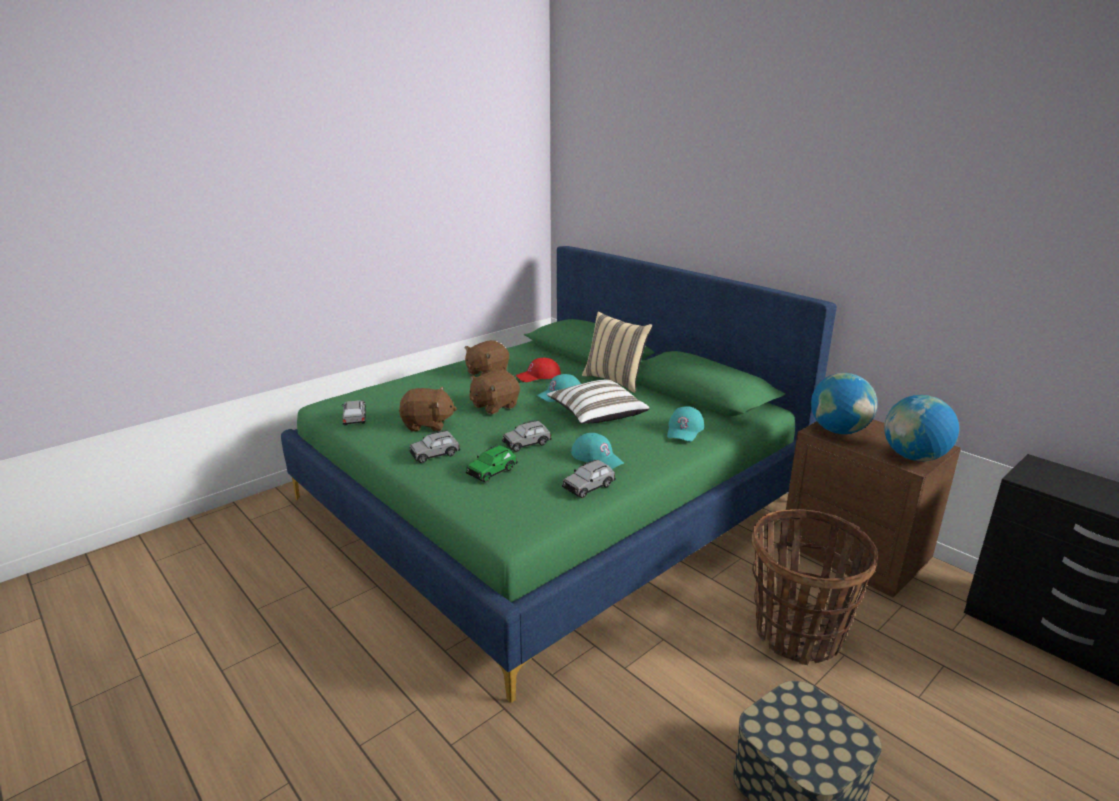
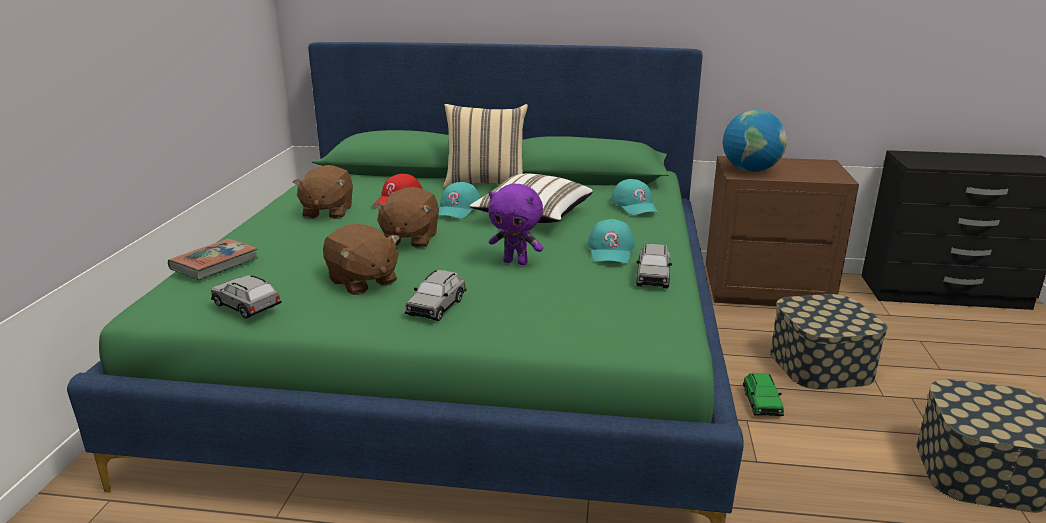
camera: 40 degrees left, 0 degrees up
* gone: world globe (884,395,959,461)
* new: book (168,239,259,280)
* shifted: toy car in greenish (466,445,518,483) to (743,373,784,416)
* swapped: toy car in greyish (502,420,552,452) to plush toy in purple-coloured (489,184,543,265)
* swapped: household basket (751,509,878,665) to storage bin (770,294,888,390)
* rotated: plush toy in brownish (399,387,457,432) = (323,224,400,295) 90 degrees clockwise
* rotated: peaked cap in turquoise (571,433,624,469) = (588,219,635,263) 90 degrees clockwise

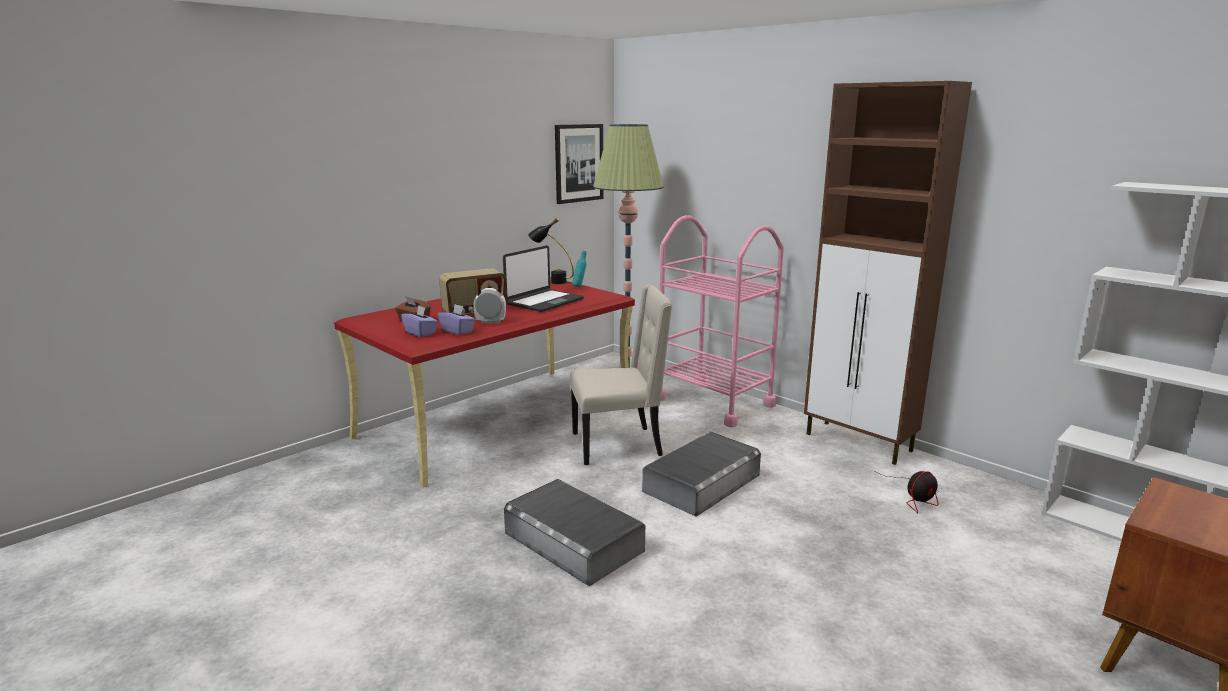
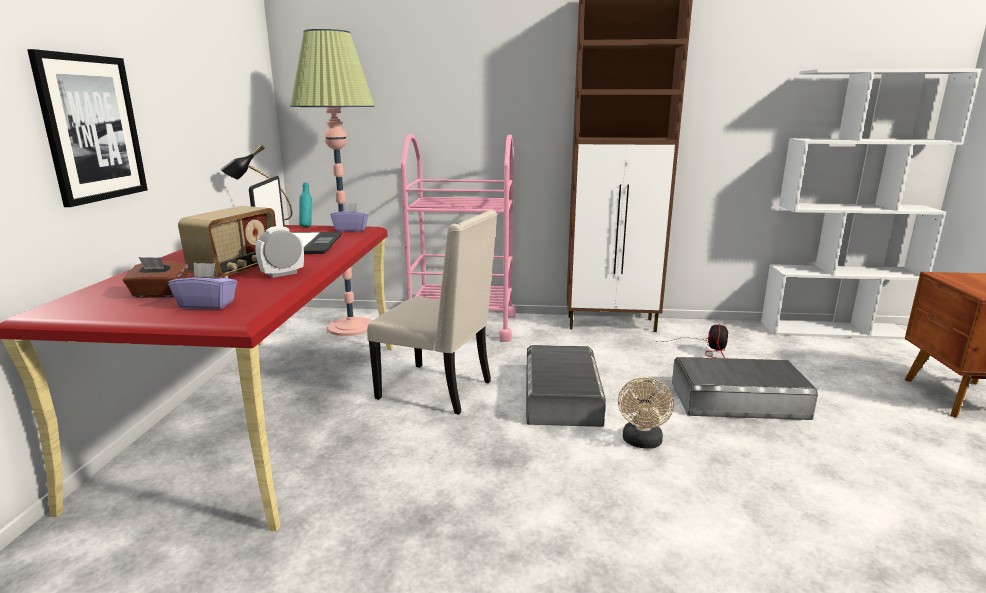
camera: 40 degrees left, 0 degrees up
* new: fan in beige-coloured (618,377,674,449)
* shifted: tissue box in purple-coloured (438,304,476,335) to (330,203,369,232)
* shifted: storage bin in greyish (504,479,645,586) to (672,357,818,420)
* shifted: wall picture (555,124,603,204) to (27,49,148,207)
* rotated: chair in beige-coloured (570,284,672,465) = (367,210,497,415) 75 degrees clockwise

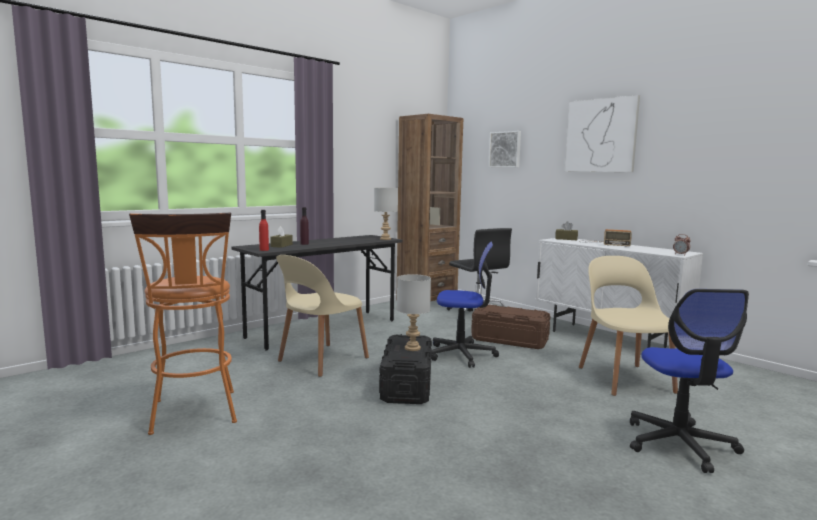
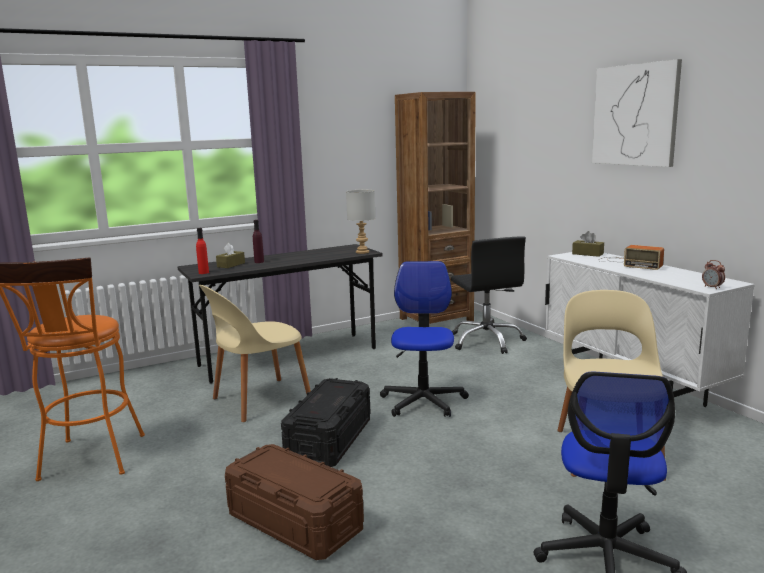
camera: 15 degrees right, 5 degrees up
* gone: table lamp in greyish (397,274,431,351)
* gone: wall picture (488,131,521,168)
* shifted: storage bin in brownish (471,305,550,349) to (225,444,364,560)
* rotated: desk chair (431,242,499,368) = (380,261,469,417) 105 degrees counterclockwise

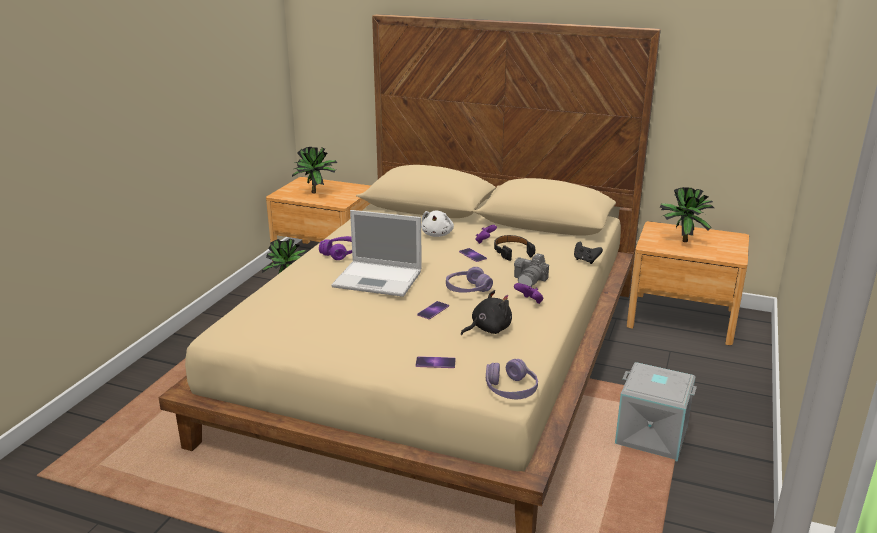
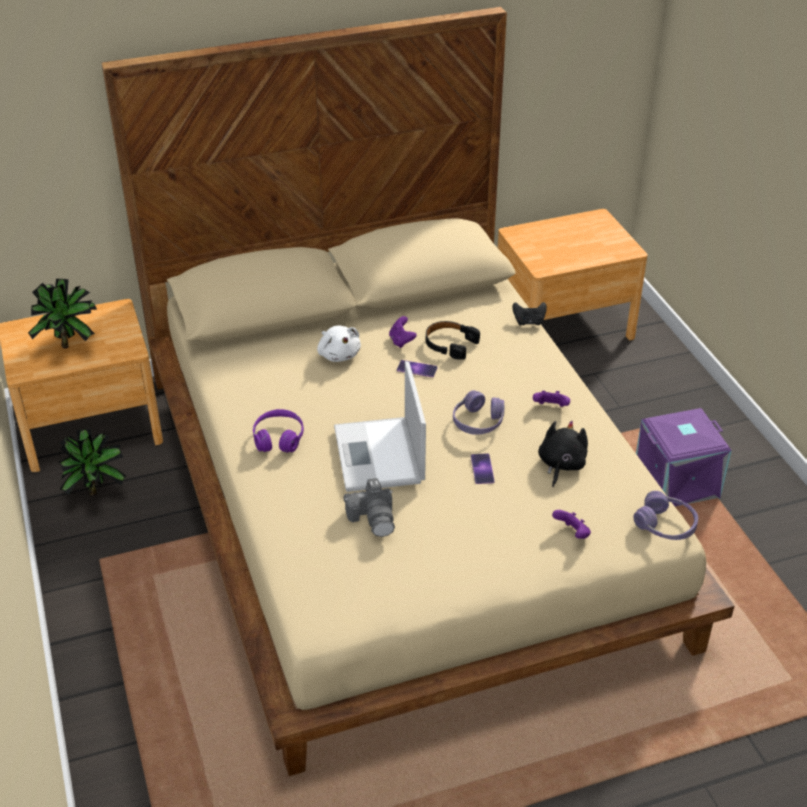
camera: 40 degrees left, 15 degrees up
* gone: plant in a pot (660,187,714,242)
* shifted: still camera (514,253,549,287) to (343,478,395,537)
* swapped: handset (415,356,456,368) to gamepad in purple-coloured (552,510,591,539)
* repainted: storage bin in greyish (615,362,697,462) to storage bin in purple-coloured (636,408,732,506)
* rotated: portable computer (331,210,422,297) = (334,361,426,492) 105 degrees clockwise

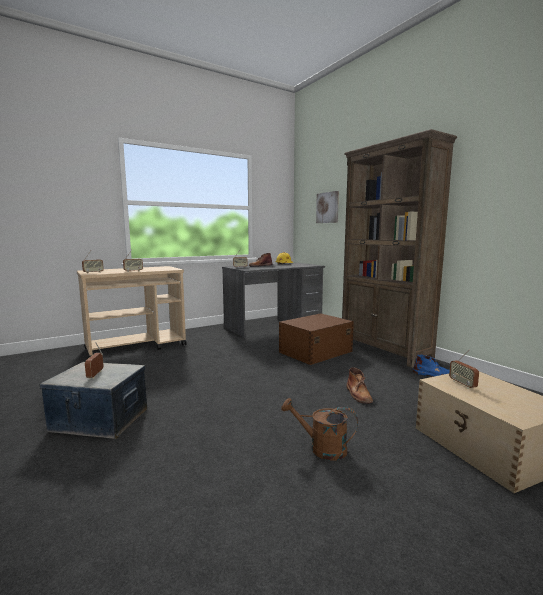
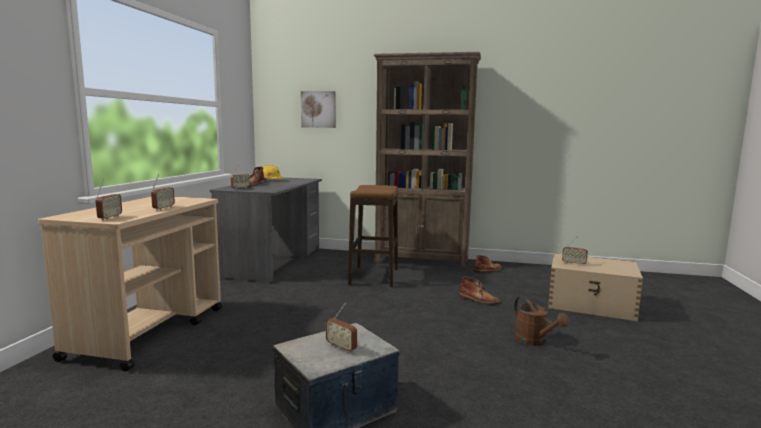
camera: 45 degrees left, 0 degrees up
* swapped: storage bin in brownish (279,313,354,365) to stool (348,185,398,288)
* repainted: boot in blue-coloured (413,355,450,377) to boot in brownish (473,255,502,273)
* rotated: watering can in brownish (281,398,358,461) = (514,296,569,346) 90 degrees counterclockwise

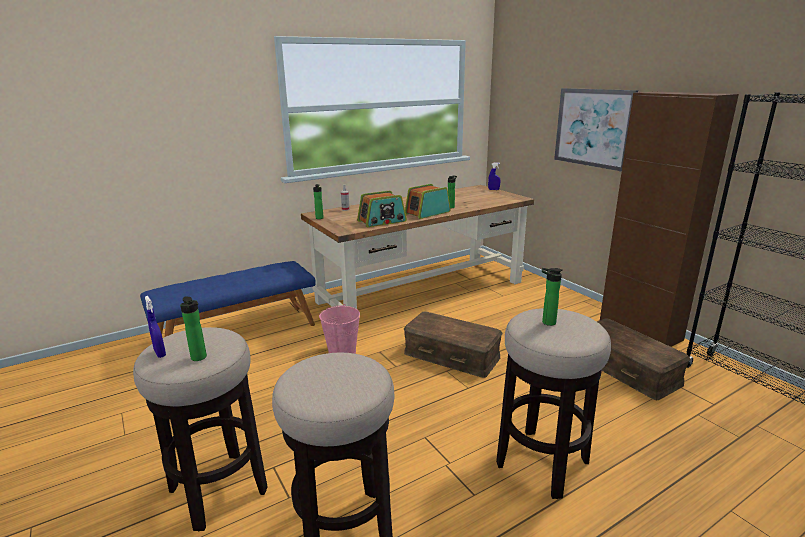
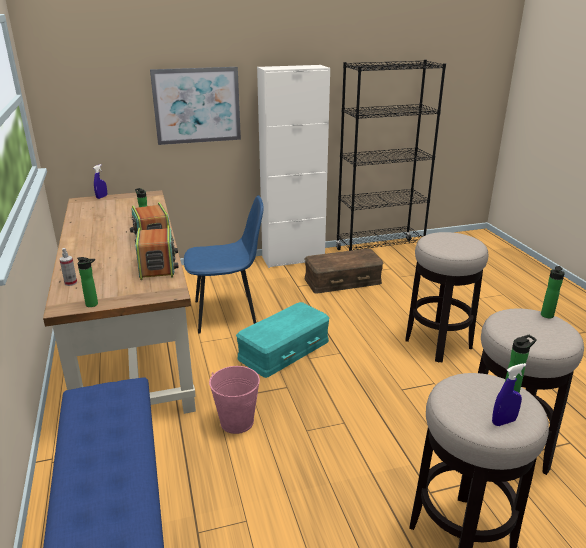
camera: 75 degrees left, 5 degrees up
* new: chair in blue-coloured (184,195,264,333)
* shifted: beverage bottle (542,268,563,326) to (541,266,565,318)
* repainted: storage bin in brownish (404,312,502,378) to storage bin in turquoise (236,302,330,378)
* repainted: storage cabinet in brownish (600,92,739,347) to storage cabinet in whitish (257,65,330,268)

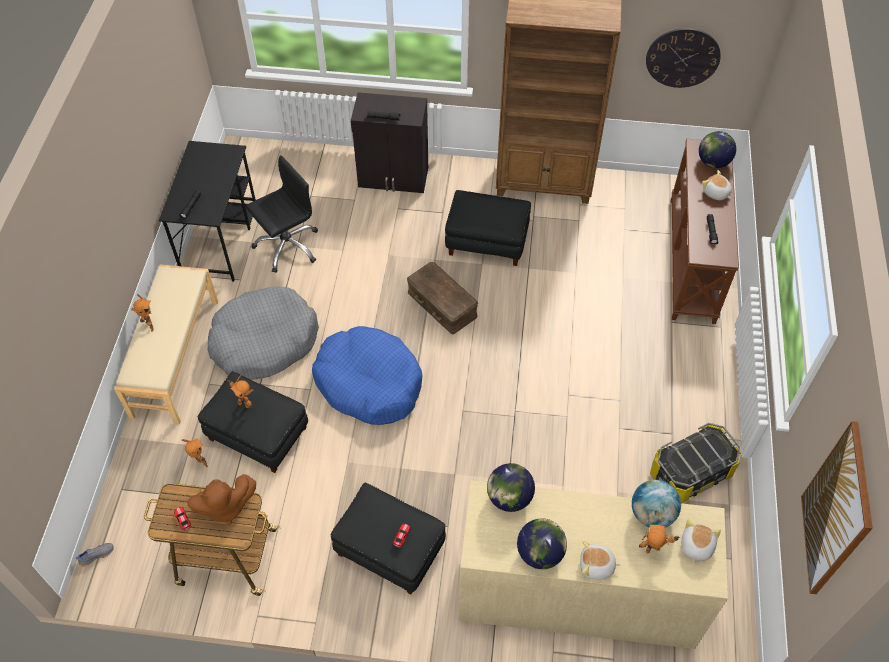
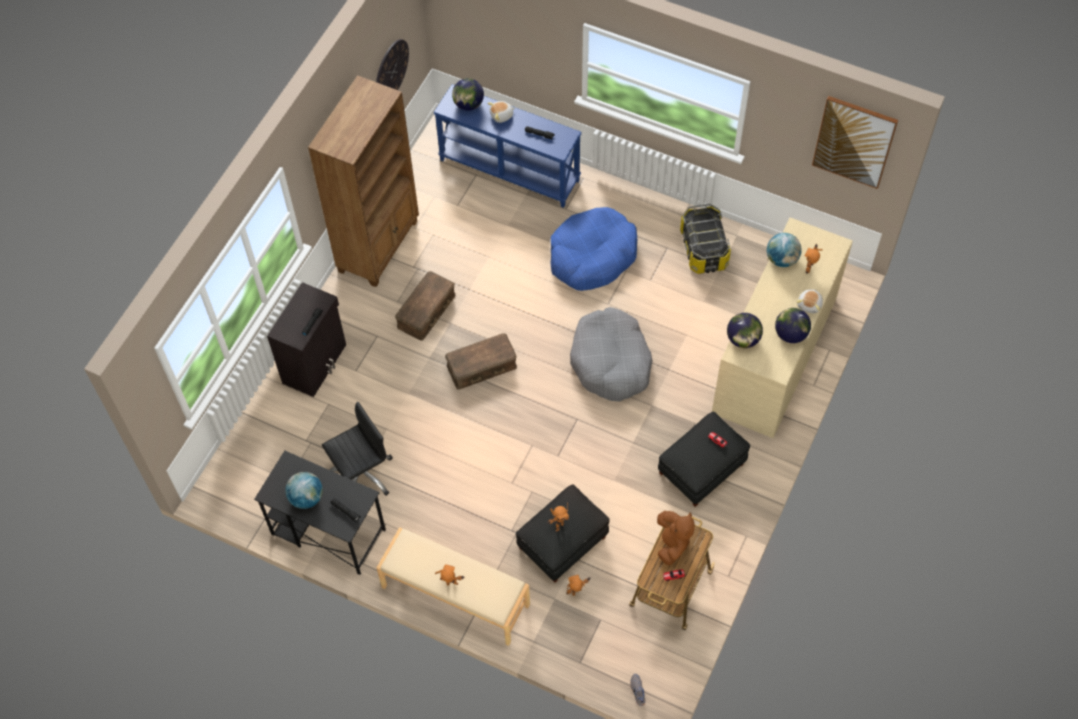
camera: 70 degrees left, 5 degrees up
* gone: plush toy (681,519,721,564)
* new: world globe (285,472,323,509)
* shifted: dog bed in greyish (208,287,319,380) to (570,307,653,402)
* shifted: dog bed in blue-coloured (312,326,422,425) to (550,207,637,291)
* swapped: pouffe in black-coloured (445,190,531,266) to storage bin in brownish (395,271,455,341)
* repainted: hall table in brownish (671,139,739,324) to hall table in blue-coloured (434,84,581,208)
* rotated: desk chair in black-coloured (246,155,318,273) = (322,402,393,496) 75 degrees clockwise

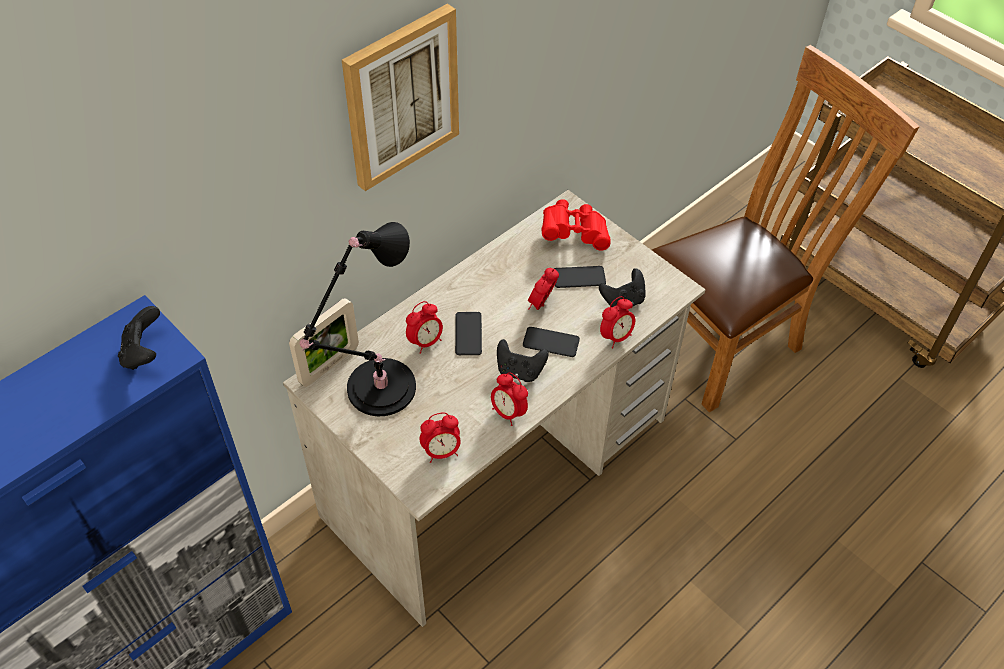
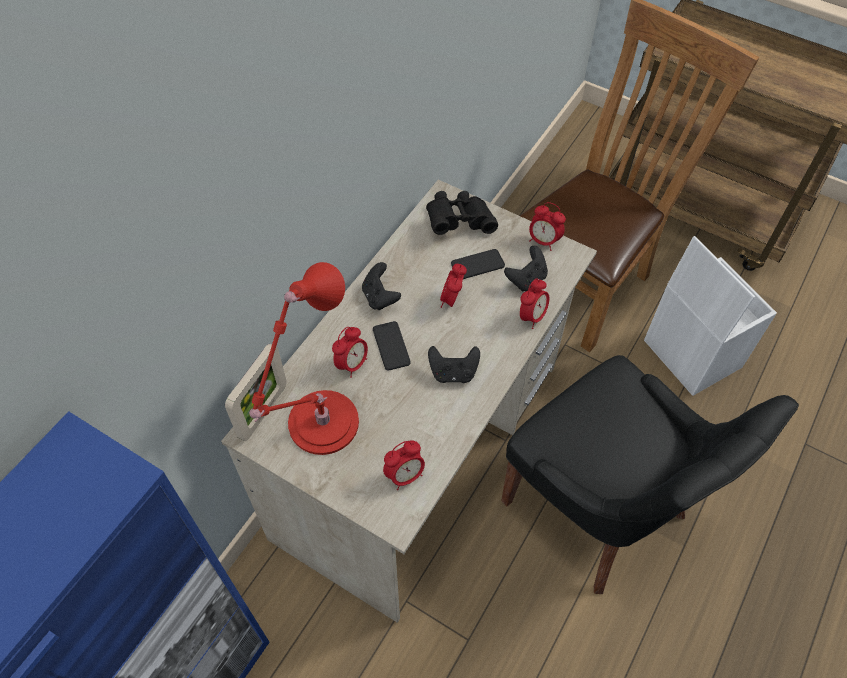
camera: 15 degrees left, 5 degrees up
* gone: wall picture (342,4,459,191)
* gone: handset (523,327,580,357)
* new: chair in black-coloured (501,355,799,594)
* new: storage bin in whitish (644,236,777,396)
* shifted: gamepad in black-coloured (118,306,160,370) to (362,262,401,310)
* shifted: bedside clock (491,372,528,426) to (529,202,566,251)
* repainted: table lamp in black-coloured (299,222,416,416) to table lamp in red-coloured (249,262,359,455)
* repainted: pair of binoculars in red-coloured (541,199,611,251) to pair of binoculars in black-coloured (426,191,498,235)

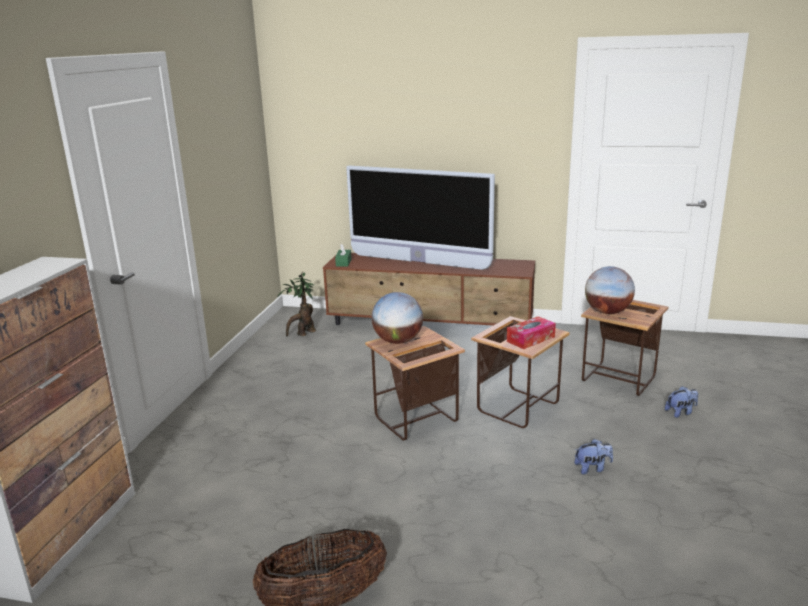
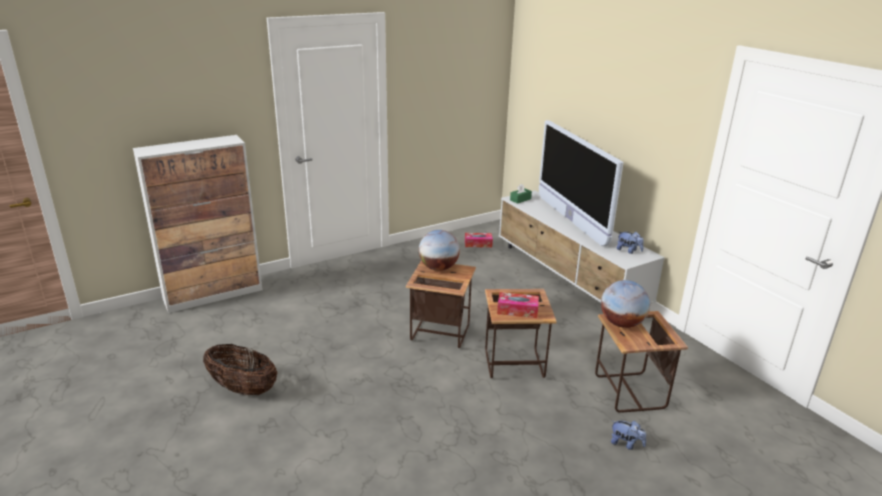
camera: 45 degrees right, 5 degrees up
* shifted: plush toy (575,439,613,475) to (617,232,644,254)
* swapped: plant in a pot (277,272,316,336) to tissue box (465,233,493,248)
* repainted: tv unit in brownish (323,253,535,326) to tv unit in whitish (499,190,665,304)

